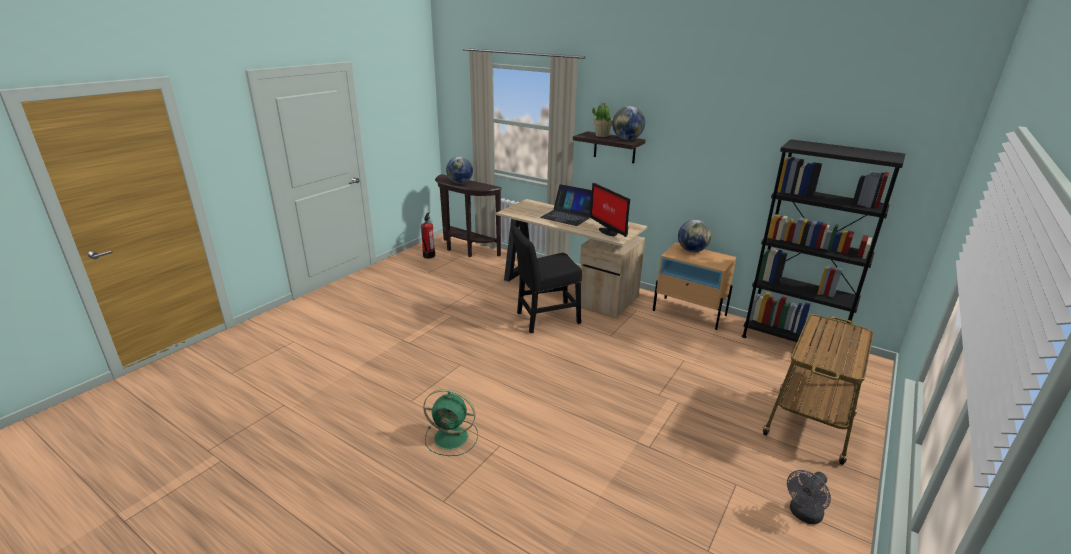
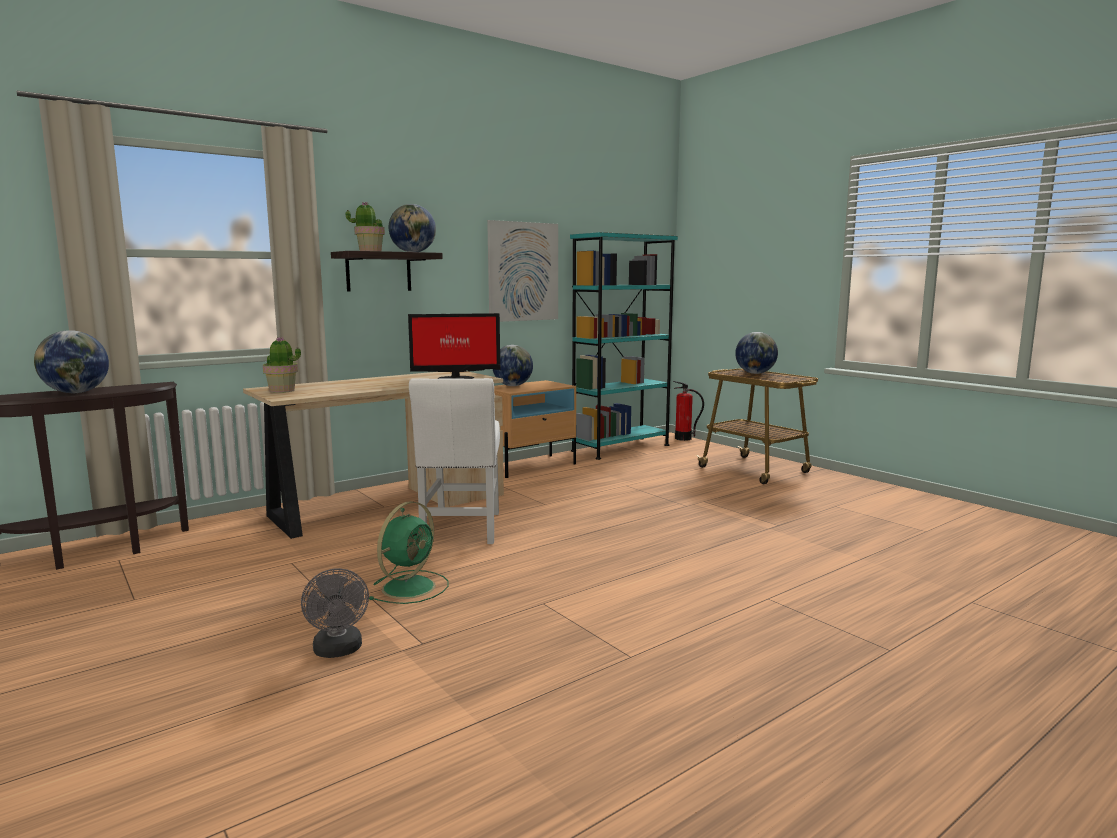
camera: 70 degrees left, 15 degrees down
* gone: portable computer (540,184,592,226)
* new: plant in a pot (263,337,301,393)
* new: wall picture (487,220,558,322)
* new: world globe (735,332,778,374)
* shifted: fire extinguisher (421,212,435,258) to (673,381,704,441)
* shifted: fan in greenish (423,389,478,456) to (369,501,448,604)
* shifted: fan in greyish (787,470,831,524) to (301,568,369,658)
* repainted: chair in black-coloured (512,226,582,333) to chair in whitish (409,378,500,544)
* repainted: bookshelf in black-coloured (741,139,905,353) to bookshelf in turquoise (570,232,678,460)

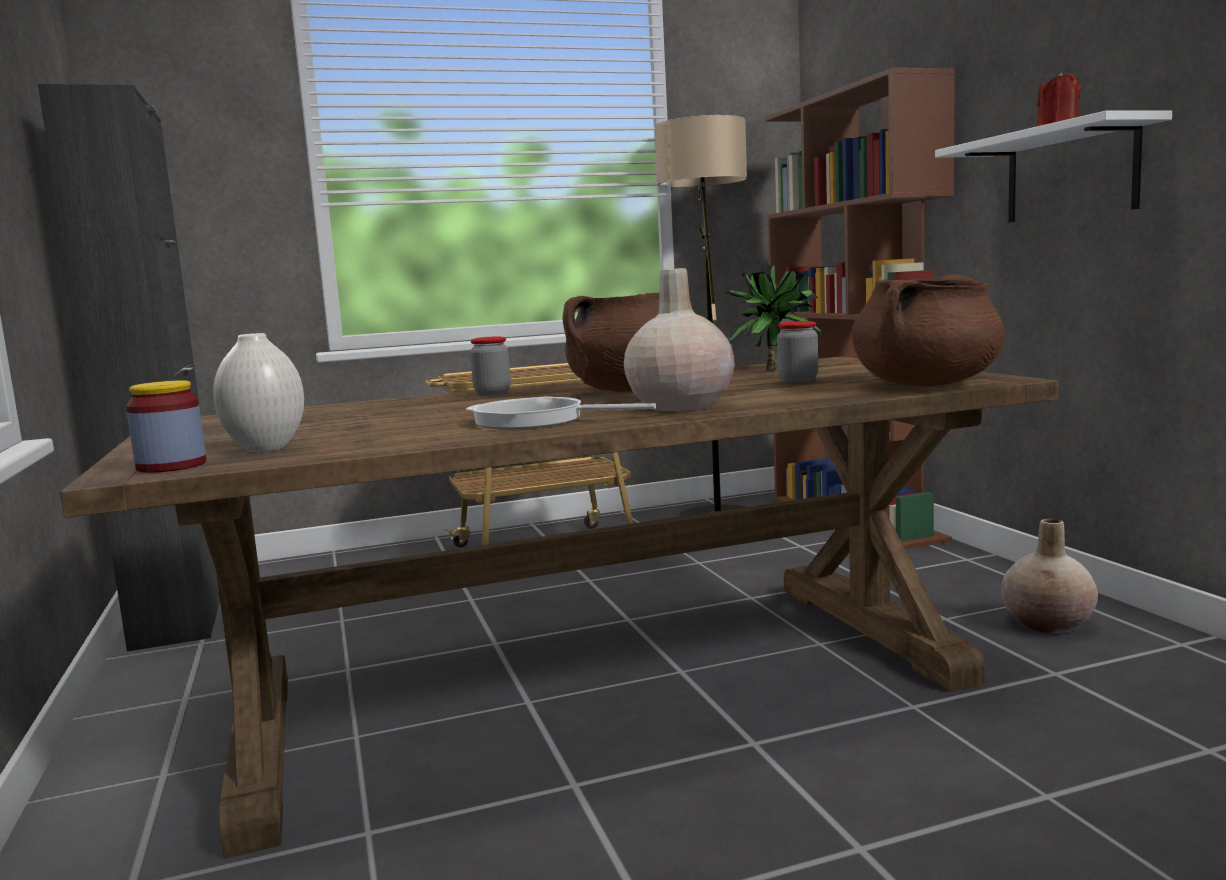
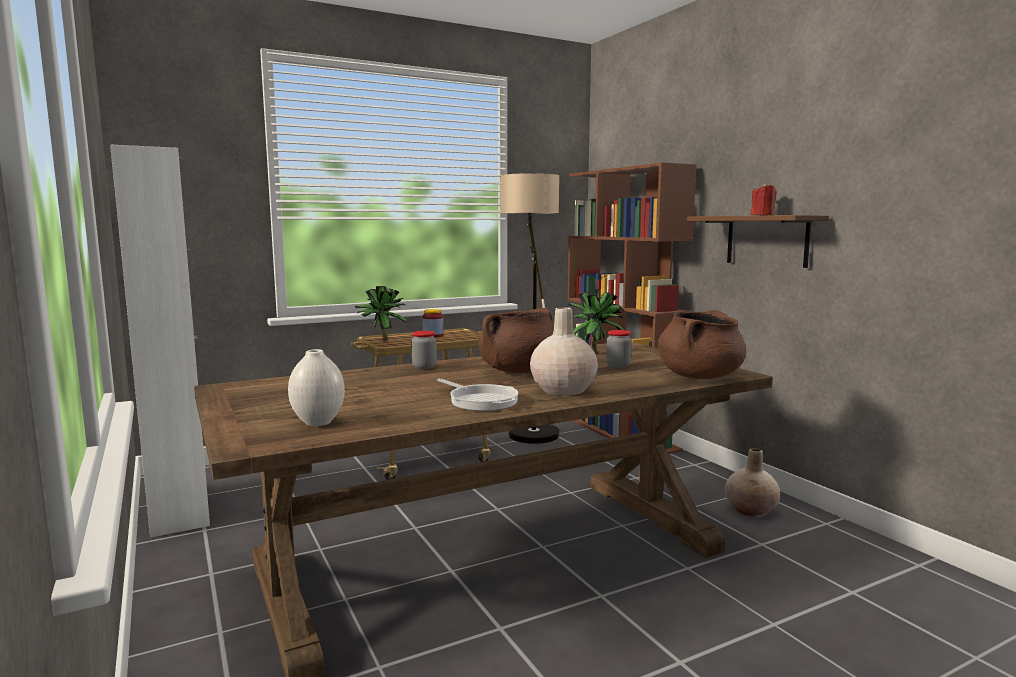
camera: 10 degrees left, 0 degrees up
* new: plant in a pot (355,286,407,341)
* shifted: jar (126,380,207,473) to (422,309,443,338)
* repainted: storage cabinet in black-coloured (38,84,220,652) to storage cabinet in whitish (110,144,210,538)
* repainted: wall shelf in whitish (935,111,1172,222) to wall shelf in brownish (687,215,829,268)
* rotated: skillet (466,396,656,429) = (437,378,518,411) 135 degrees counterclockwise

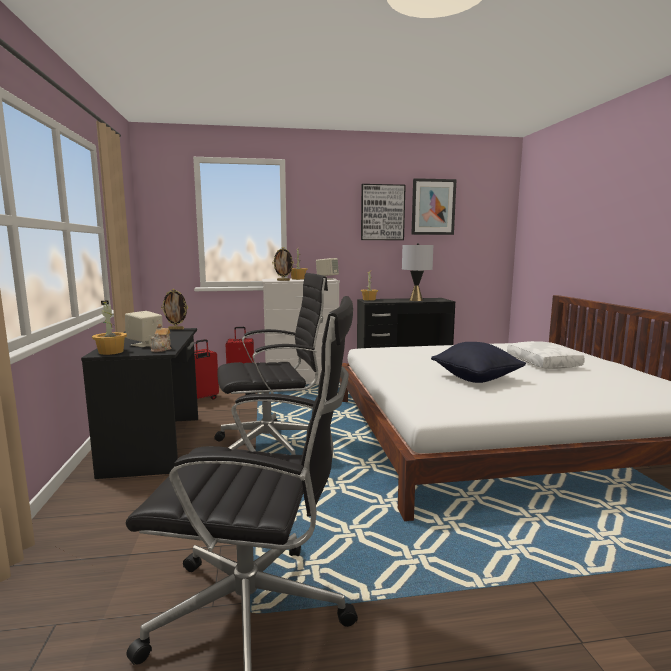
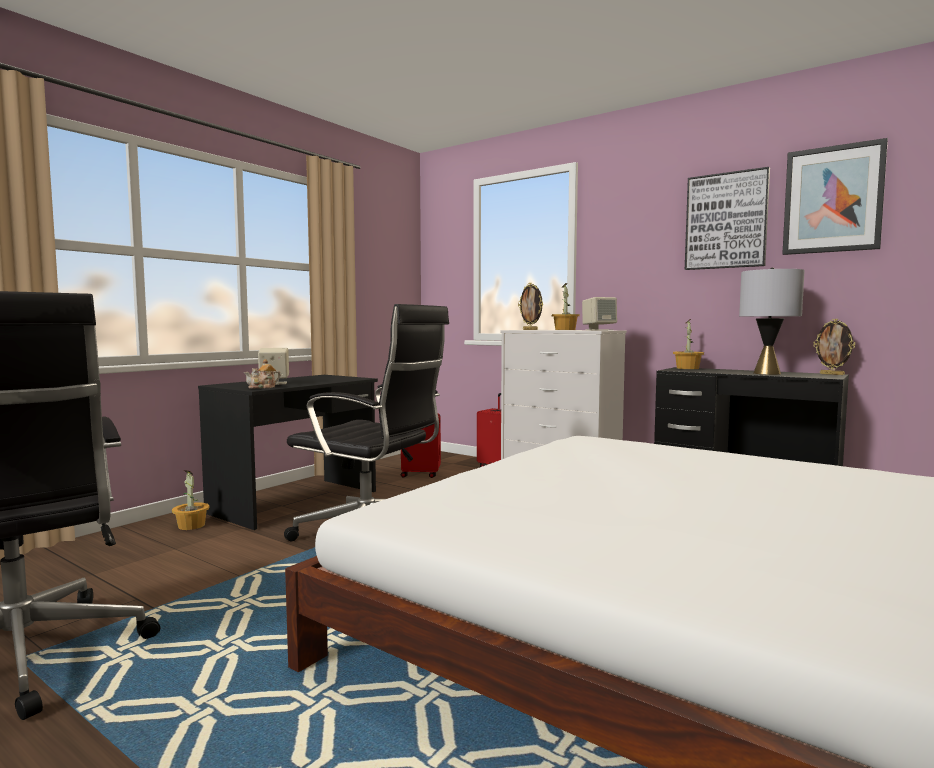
camera: 45 degrees right, 5 degrees down
* gone: cushion in black-coloured (431,342,526,383)
* gone: cushion in whitish (507,341,585,369)
* shifted: plant in a pot (92,300,127,355) to (172,470,210,530)
* shifted: standing frame (161,289,188,330) to (813,318,855,375)

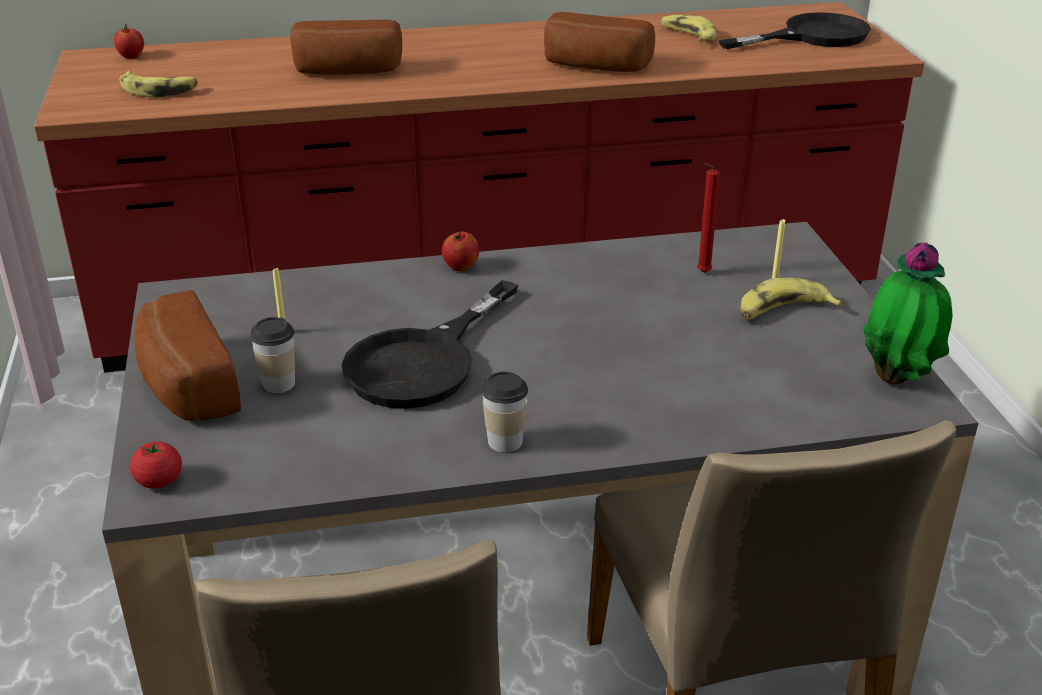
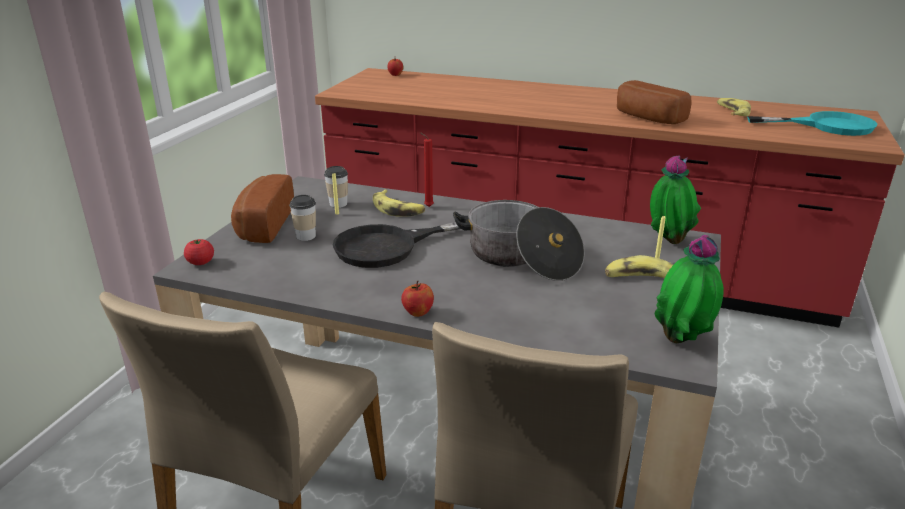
camera: 30 degrees right, 5 degrees down
* gone: bread (291,20,402,75)
* new: cooking pot (453,200,585,281)
* new: plant in a pot (650,155,701,244)
* shifted: banana (120,71,198,98) to (373,189,425,217)
* shifted: apple (442,228,479,272) to (401,281,434,317)
* shifted: drinking cup (481,372,528,452) to (324,166,348,208)
* shifted: wax candle in red-coloured (697,162,720,273) to (419,132,434,207)
* repainted: skillet in black-coloured (719,12,871,49) to skillet in turquoise (747,111,877,136)

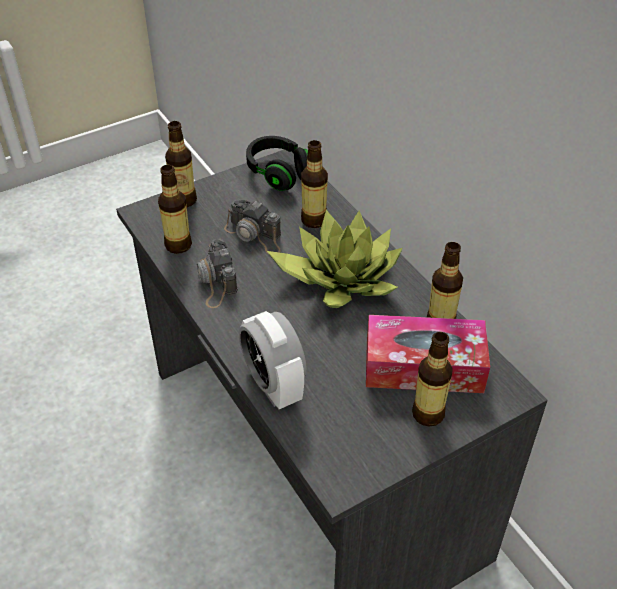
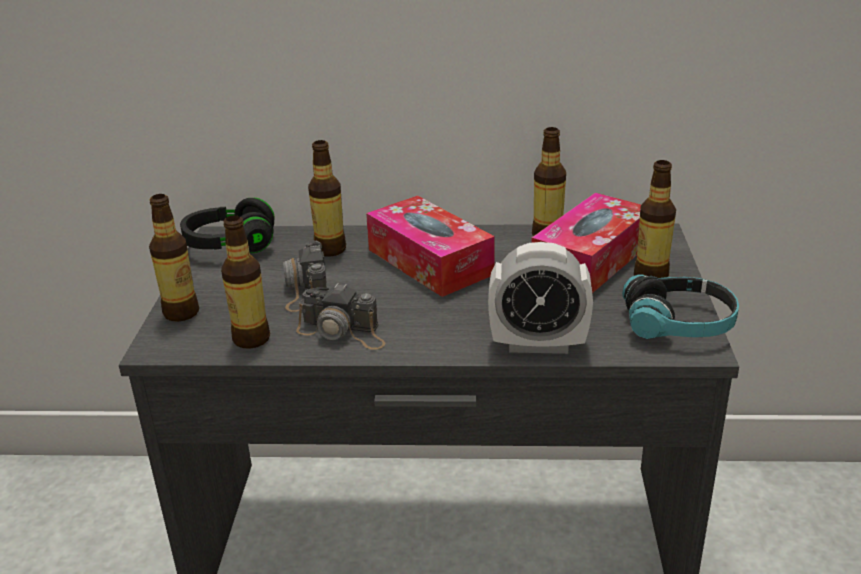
camera: 55 degrees left, 15 degrees down
* new: headset (622,275,739,339)
* swapped: plant in a pot (267,210,403,308) to tissue box (366,196,495,297)
* rotated: still camera (224,200,281,254) = (283,240,327,312) 105 degrees clockwise

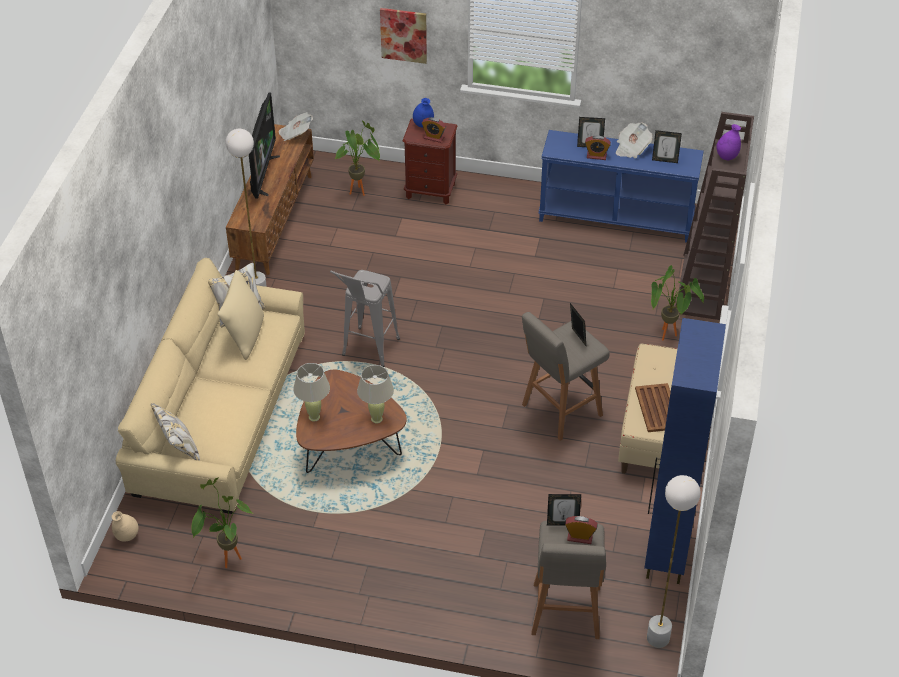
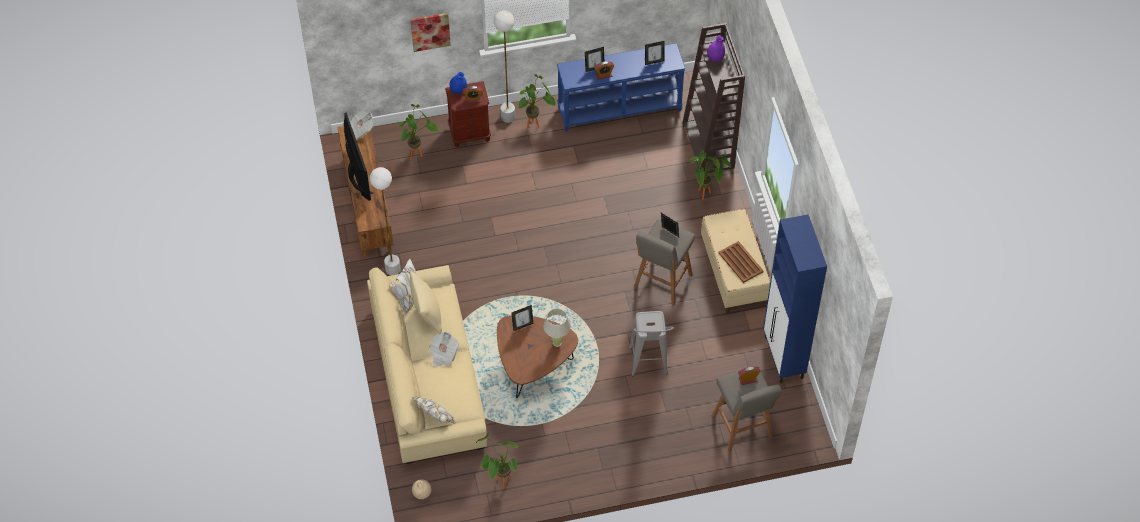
camera: 25 degrees left, 10 degrees up
* gone: table lamp in beige-coloured (293,363,330,422)
* new: plant in a pot (518,74,556,129)
* shifted: stool in greyish (330,270,400,367) to (629,311,674,376)
* shifted: standing frame (547,494,581,526) to (511,305,533,331)
* shifted: newspaper (616,123,652,158) to (429,332,459,366)
* shifted: standing lamp in whitish (647,475,700,648) to (494,11,515,123)

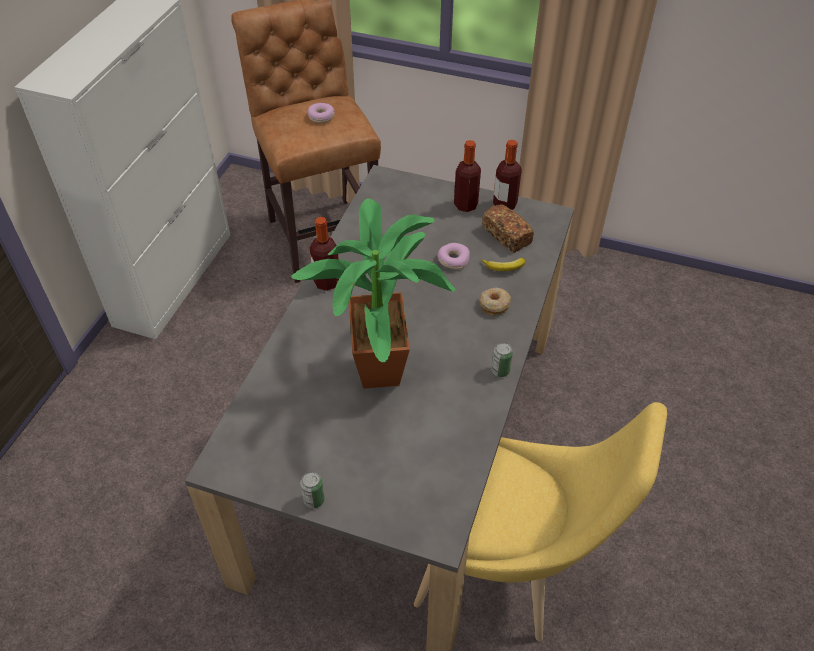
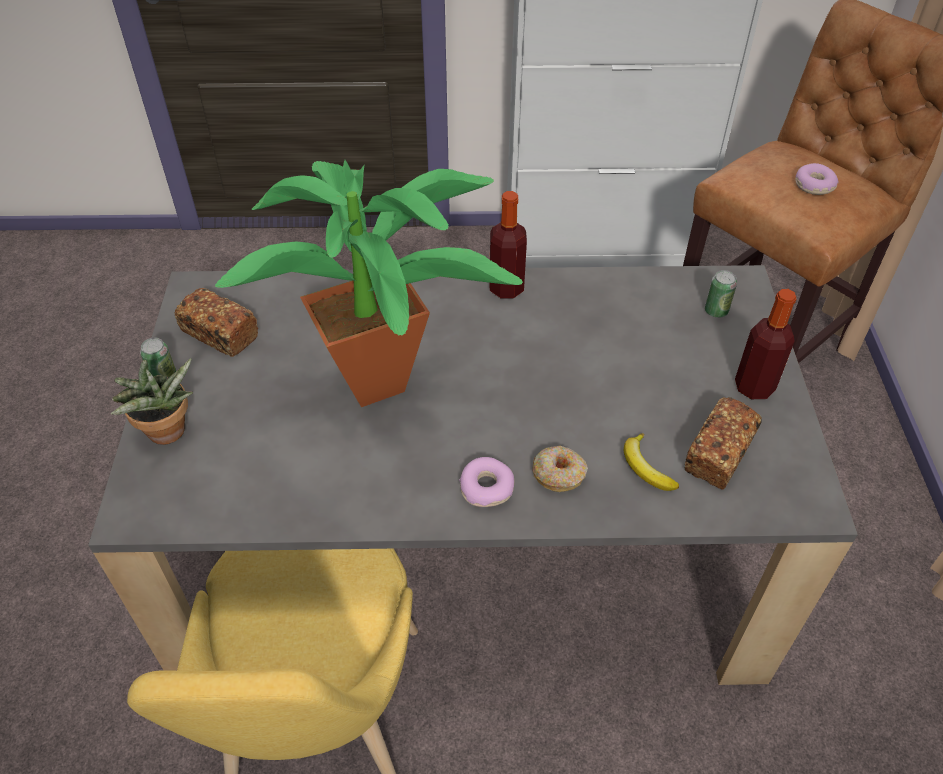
camera: 70 degrees right, 0 degrees up
* gone: beverage bottle (493,140,522,210)
* new: plant in a pot (111,358,193,445)
* new: bread (175,288,258,357)
* shifted: donut (438,243,470,270) to (459,457,514,507)
* shifted: metal can (491,342,513,377) to (705,270,737,318)

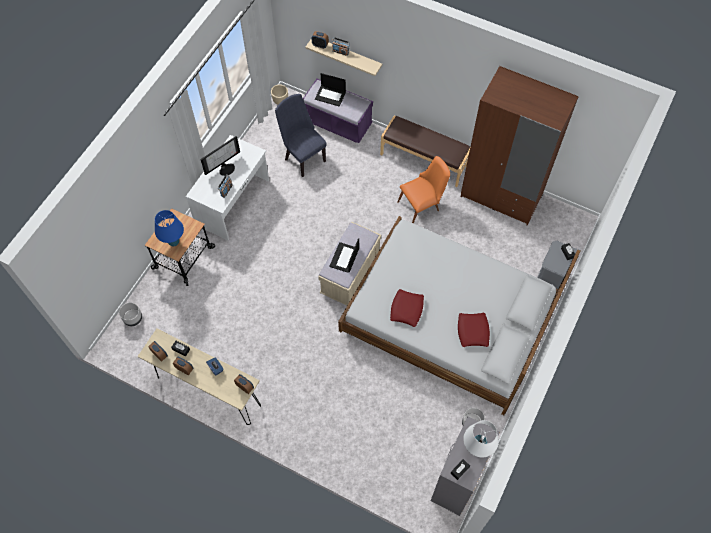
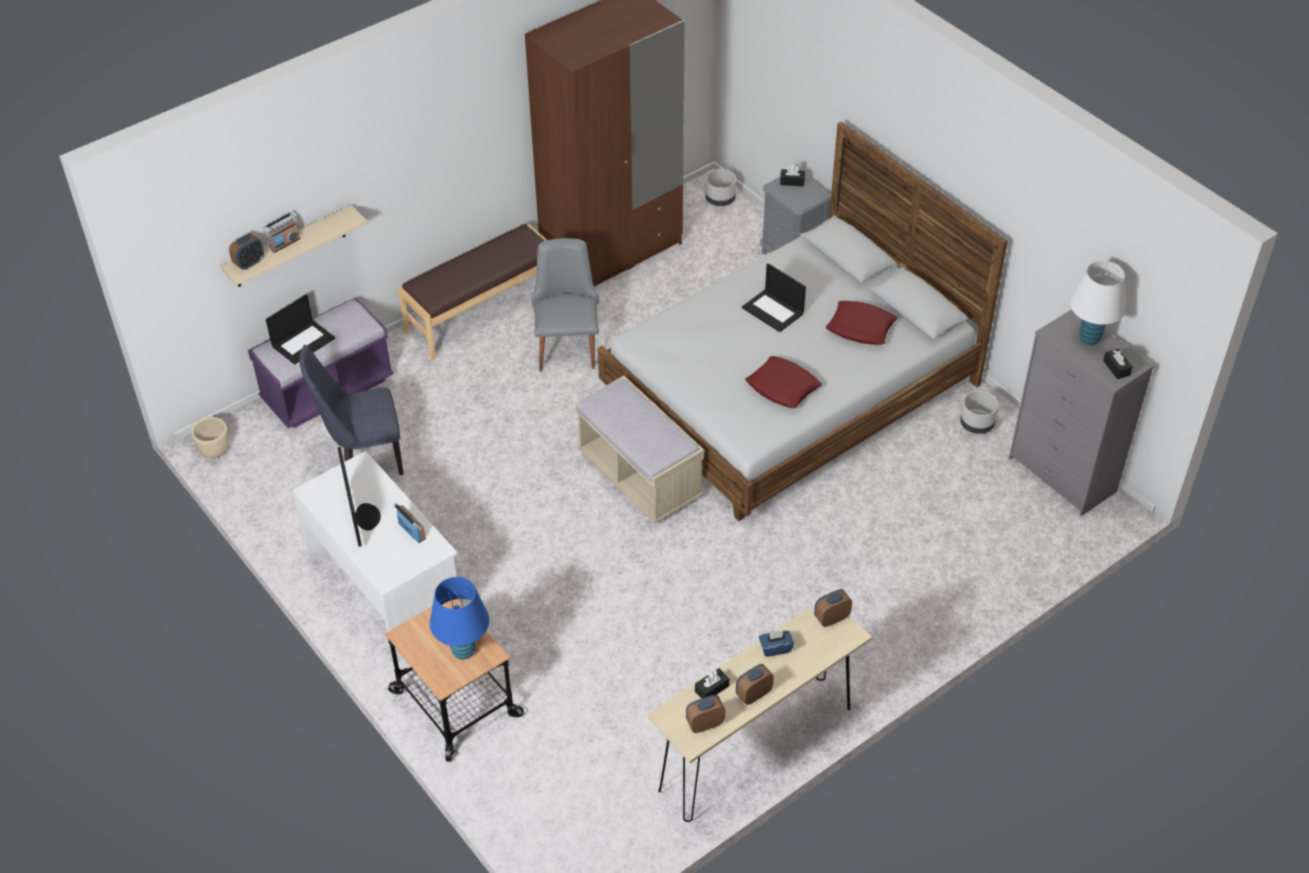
camera: 65 degrees left, 15 degrees down
* shifted: planter in greyish (119,302,142,326) to (705,169,736,206)
* shifted: portable computer (329,238,359,273) to (742,263,806,332)
* repainted: chair in orange-coloured (397,156,450,224) to chair in greyish (531,238,599,372)

